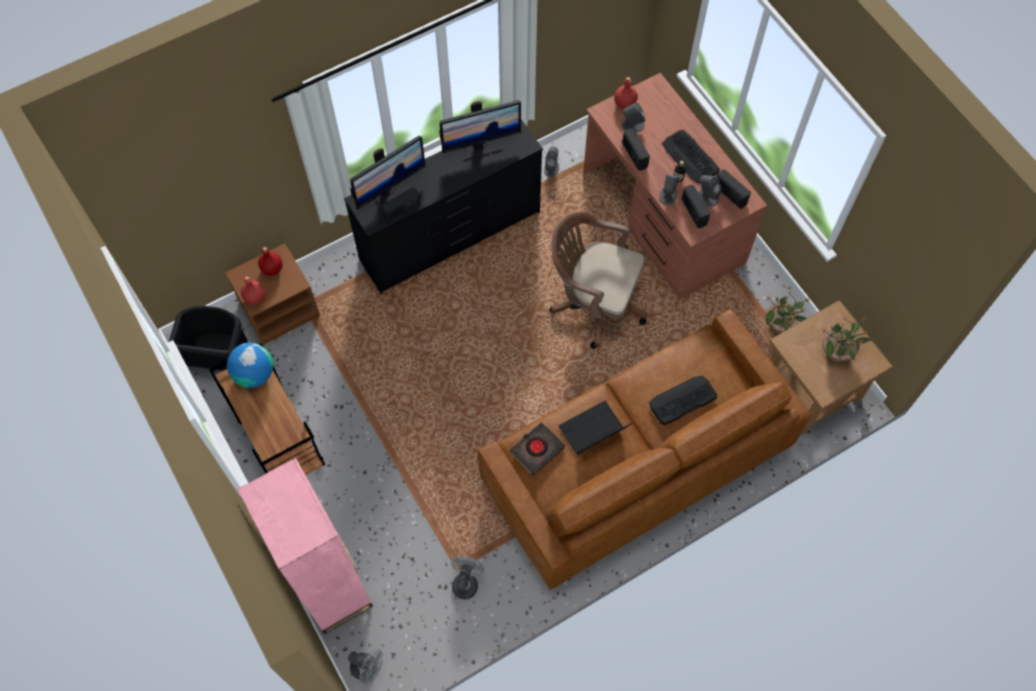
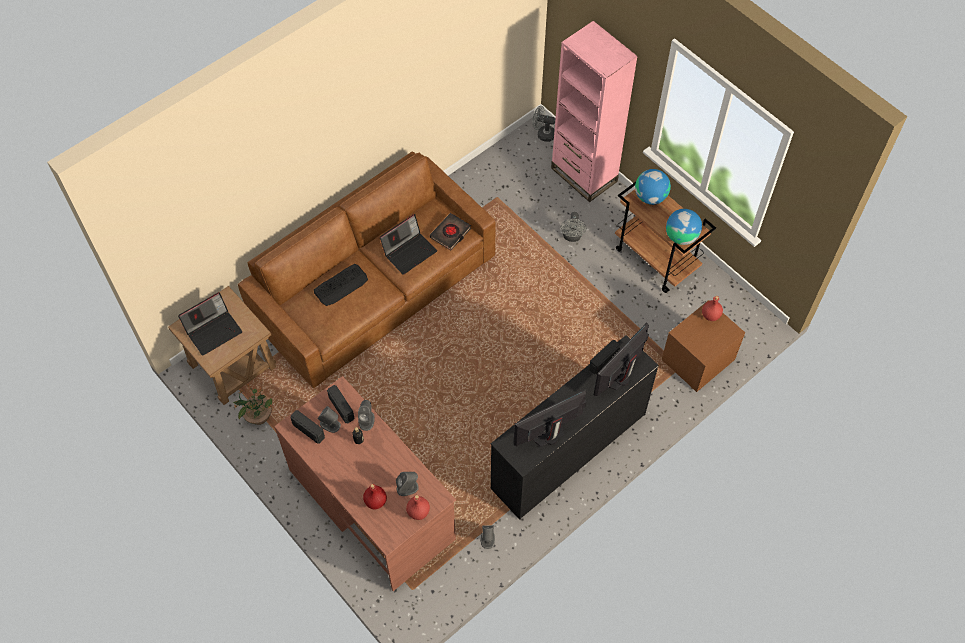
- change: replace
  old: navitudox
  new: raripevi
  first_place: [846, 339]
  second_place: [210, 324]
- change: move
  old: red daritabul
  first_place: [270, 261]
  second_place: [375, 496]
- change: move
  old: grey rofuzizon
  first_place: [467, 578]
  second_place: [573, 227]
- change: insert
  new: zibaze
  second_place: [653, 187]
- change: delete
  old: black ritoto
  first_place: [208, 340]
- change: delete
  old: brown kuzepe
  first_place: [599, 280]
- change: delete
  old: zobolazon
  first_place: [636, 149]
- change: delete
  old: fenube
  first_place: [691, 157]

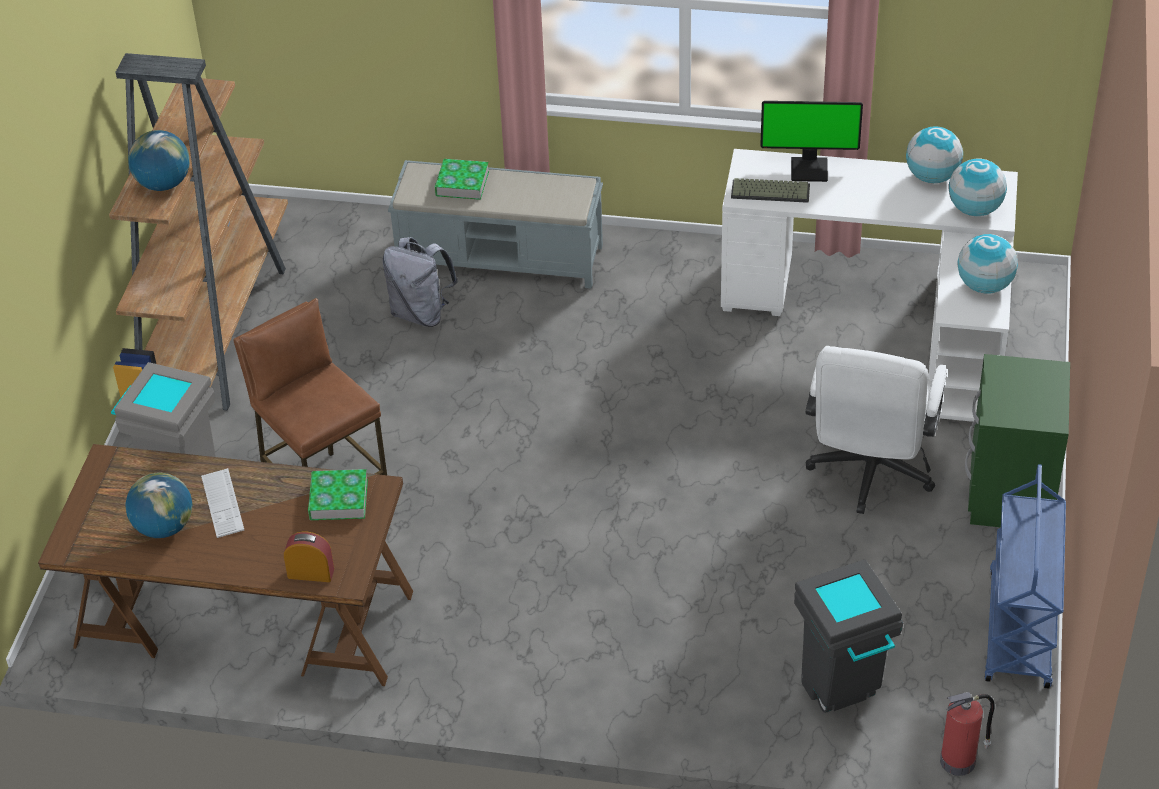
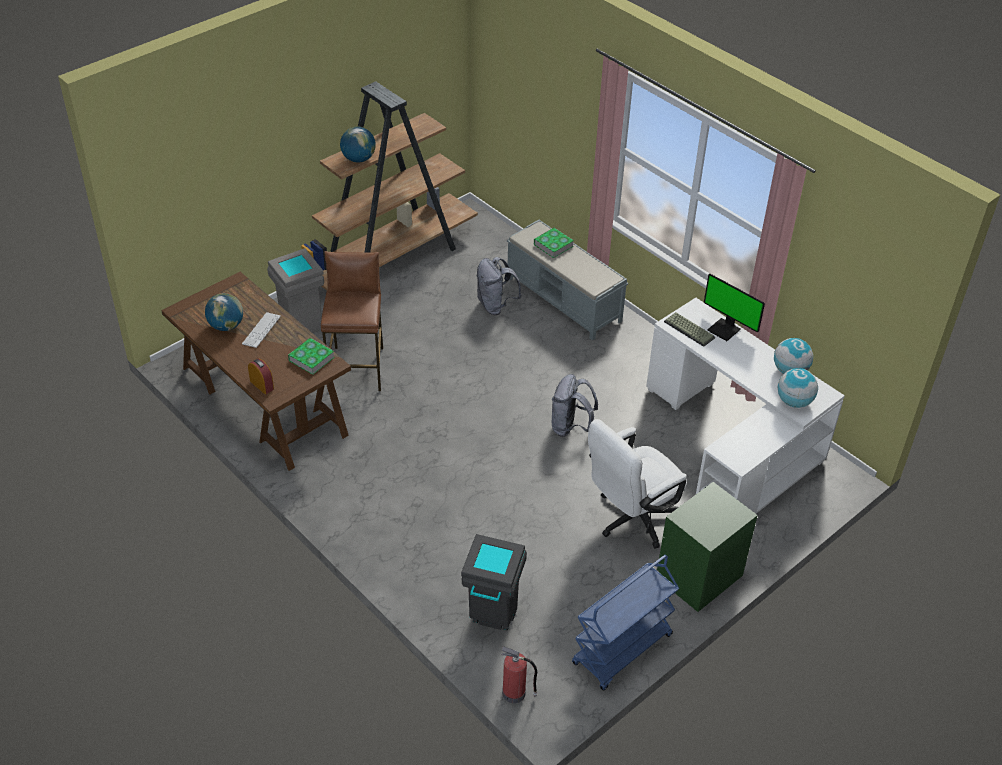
- change: insert
  new: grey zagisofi
  second_place: [575, 405]
- change: delete
  old: zibaze
  first_place: [988, 264]

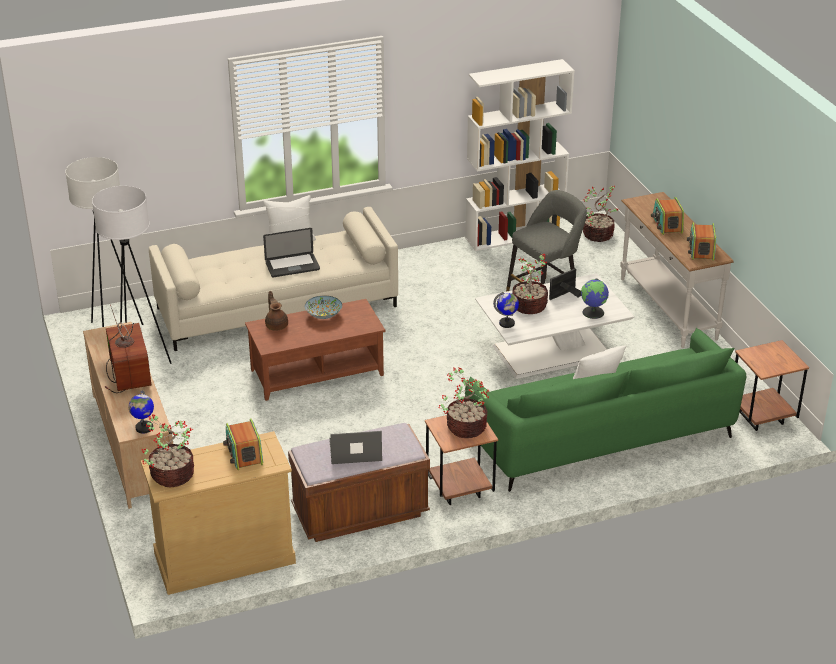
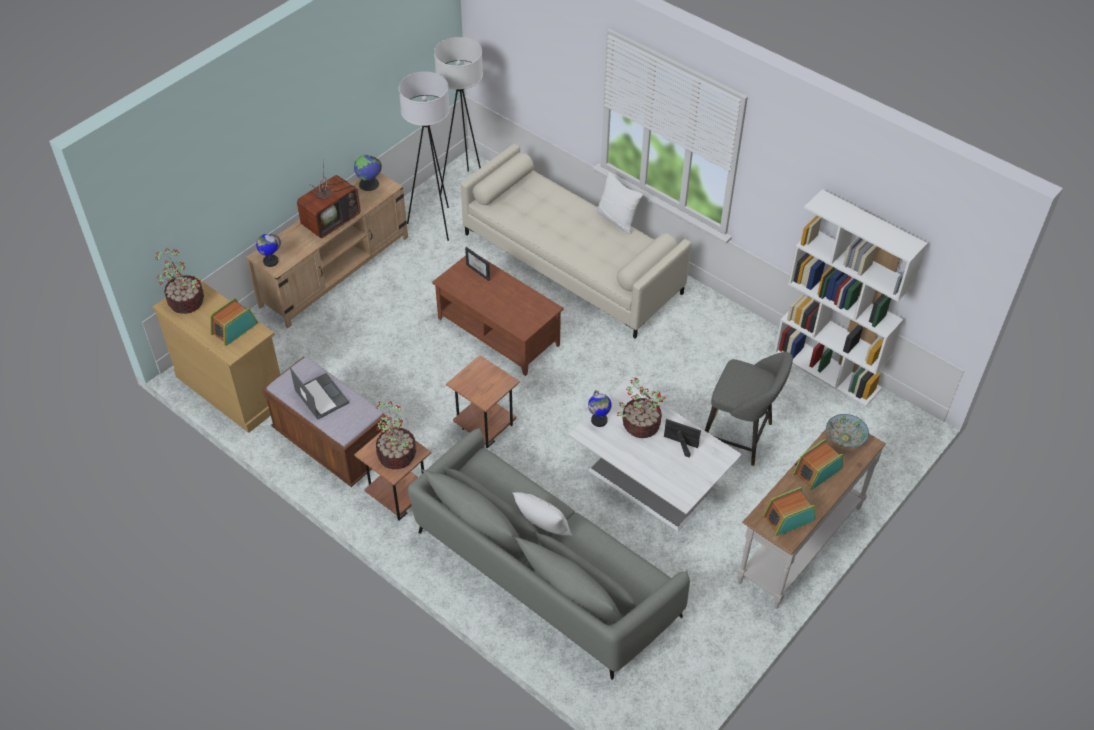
- change: move
  old: zibaze
  first_place: [595, 299]
  second_place: [368, 173]
- change: recolor
  old: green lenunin
  new: grey lenunin
  first_place: [605, 409]
  second_place: [549, 553]
- change: move
  old: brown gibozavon
  first_place: [772, 385]
  second_place: [483, 401]
- change: replace
  old: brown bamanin
  new: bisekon
  first_place: [276, 311]
  second_place: [477, 264]
- change: move
  old: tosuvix
  first_place: [323, 307]
  second_place: [847, 431]
- change: delete
  old: raripevi
  first_place: [291, 252]
- change: delete
  old: navitudox
  first_place: [601, 214]

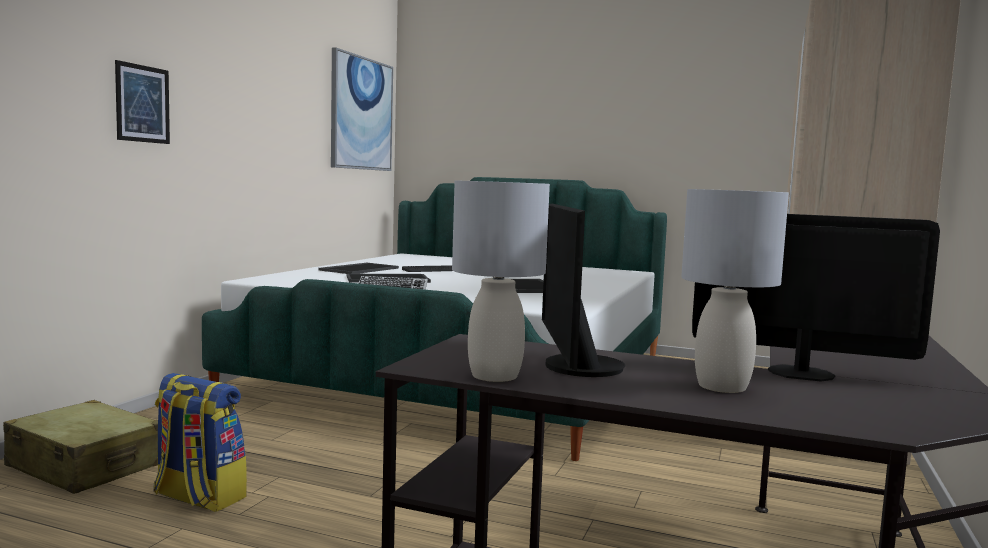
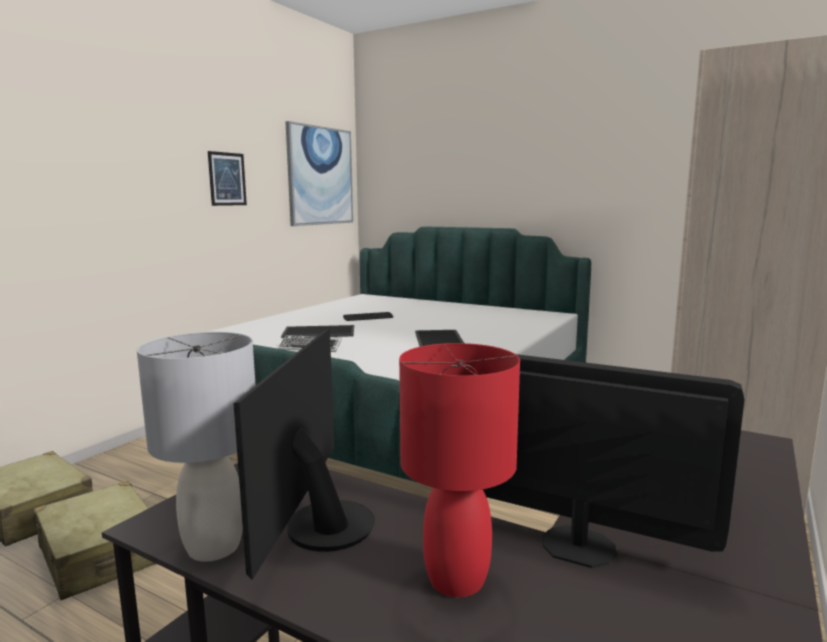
- change: replace
  old: zagisofi
  new: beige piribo
  first_place: [200, 442]
  second_place: [95, 540]
- change: move
  old: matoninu
  first_place: [142, 102]
  second_place: [227, 178]
- change: recolor
  old: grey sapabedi
  new: red sapabedi
  first_place: [735, 291]
  second_place: [459, 470]
- change: delete
  old: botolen
  first_place: [359, 268]

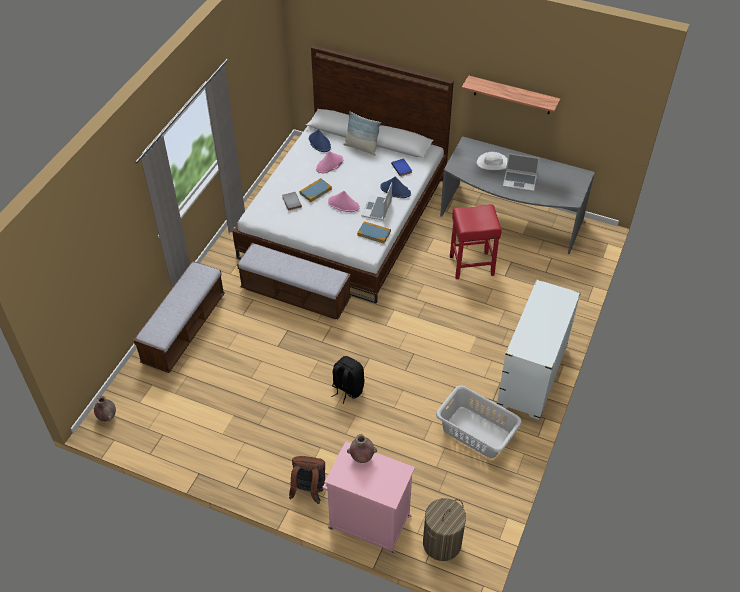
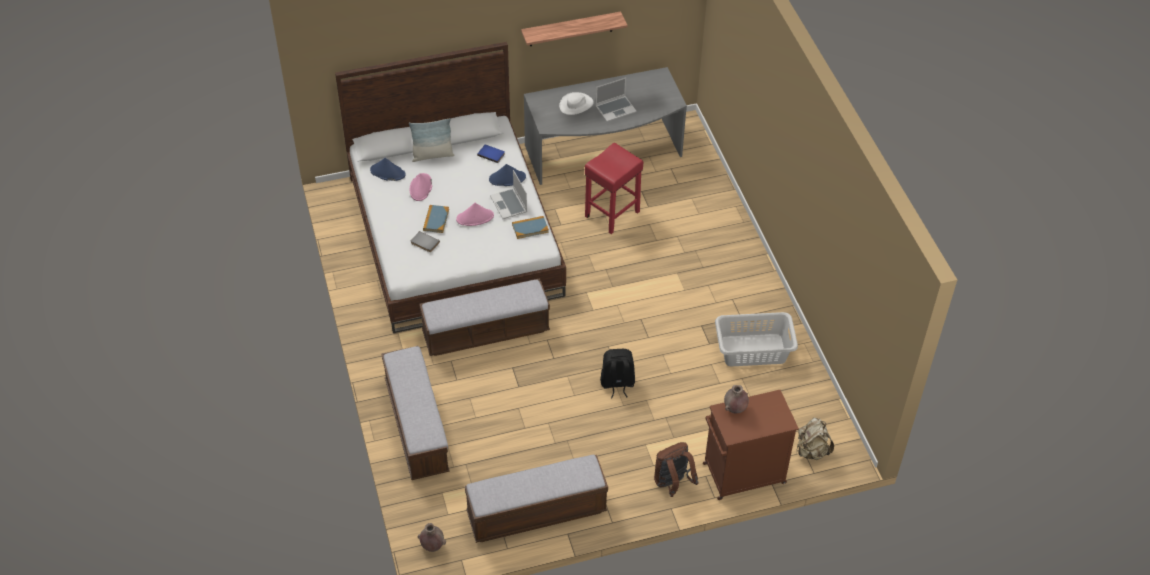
- change: insert
  new: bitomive
  second_place: [536, 498]
- change: recolor
  old: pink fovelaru
  new: brown fovelaru
  first_place: [369, 497]
  second_place: [751, 445]
- change: replace
  old: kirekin
  new: beige zagisofi
  first_place: [444, 529]
  second_place: [815, 439]
- change: delete
  old: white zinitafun
  first_place: [539, 349]

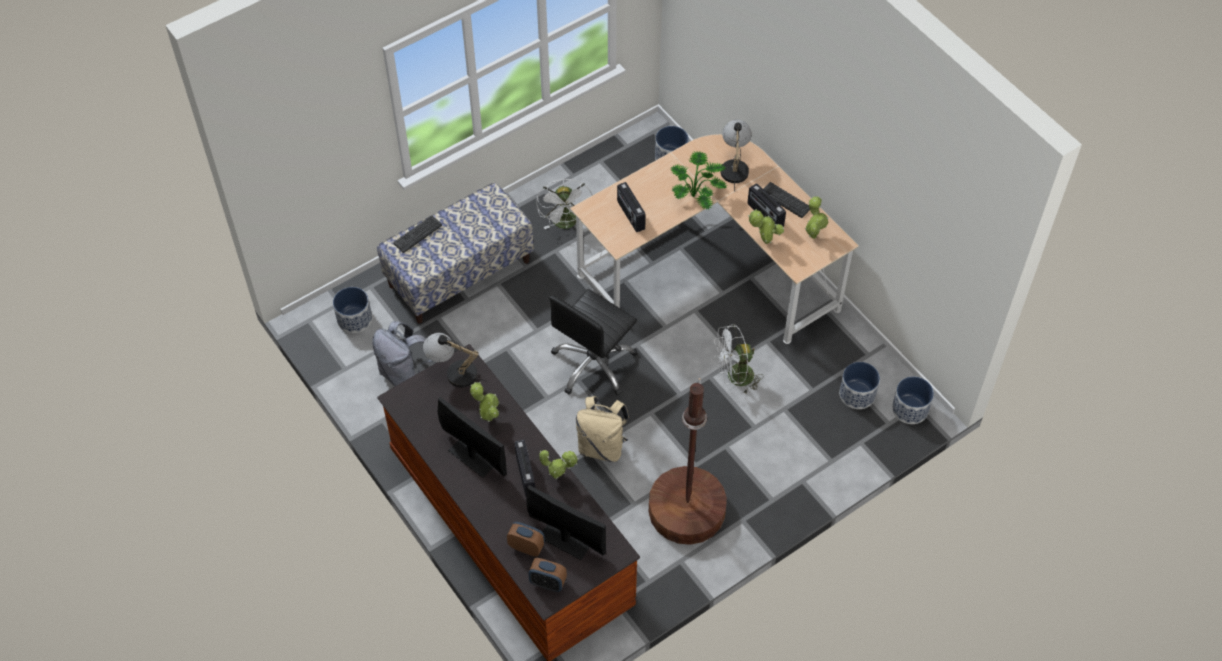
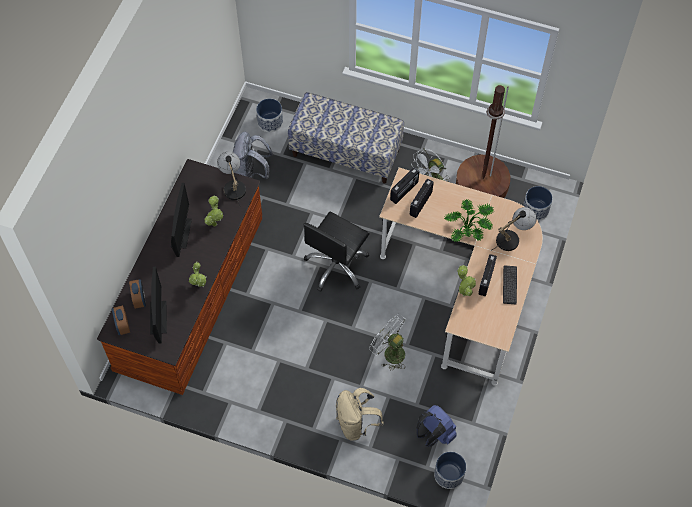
- change: rotate
  old: black kuzepe
  first_place: [593, 342]
  second_place: [336, 251]
  degrees: -60
- change: move
  old: beige zagisofi
  first_place: [602, 429]
  second_place: [360, 414]
- change: move
  old: zobolazon
  first_place: [525, 468]
  second_place: [404, 186]
- change: replace
  old: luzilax
  new: blue zagisofi
  first_place: [859, 385]
  second_place: [436, 425]
- change: move
  old: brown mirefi
  first_place: [688, 461]
  second_place: [483, 141]
- change: delete
  old: fenube
  first_place: [417, 234]
- change: delete
  old: navitudox
  first_place: [816, 217]

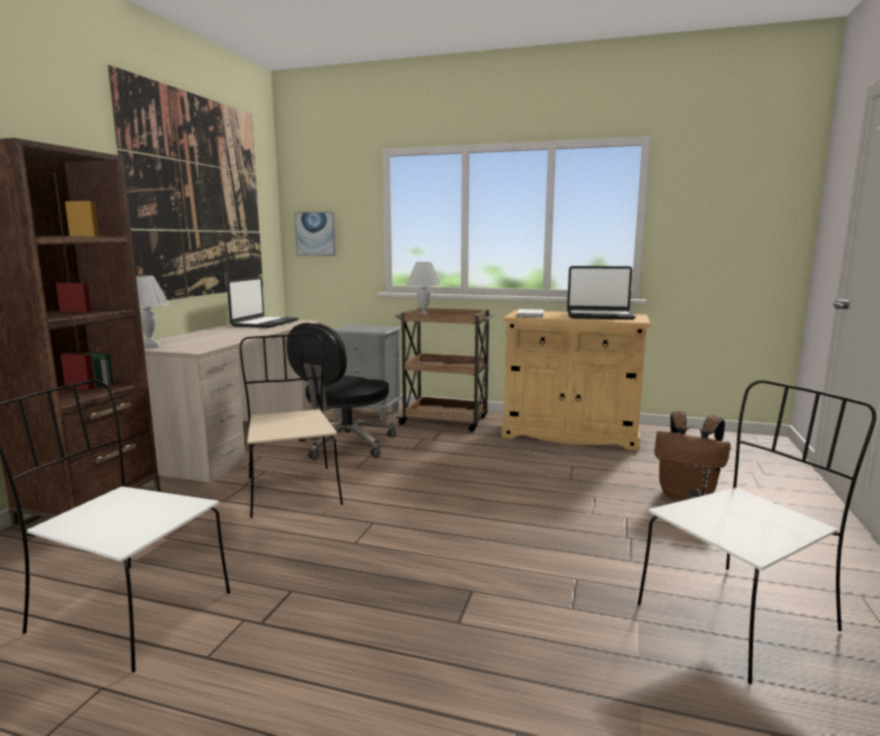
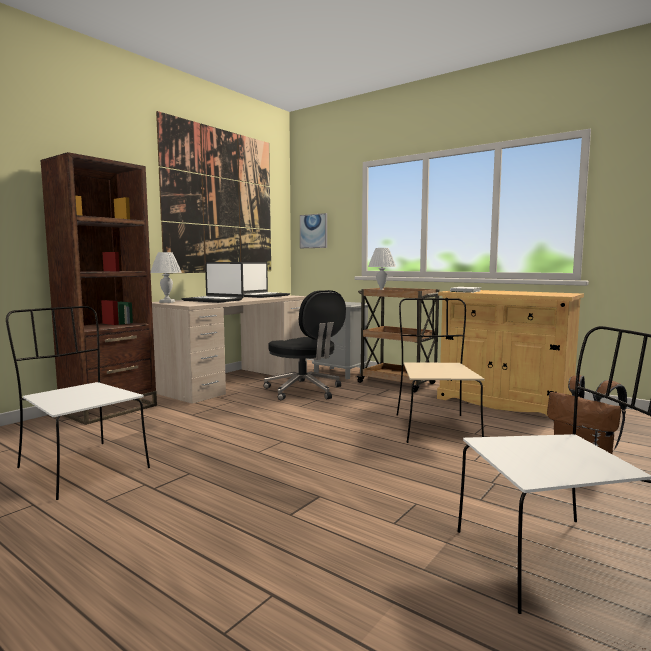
- change: move
  old: raripevi
  first_place: [601, 293]
  second_place: [212, 282]
- change: rotate
  old: black kuzepe
  first_place: [341, 391]
  second_place: [305, 345]
  degrees: -90
- change: move
  old: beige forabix
  first_place: [291, 426]
  second_place: [440, 370]

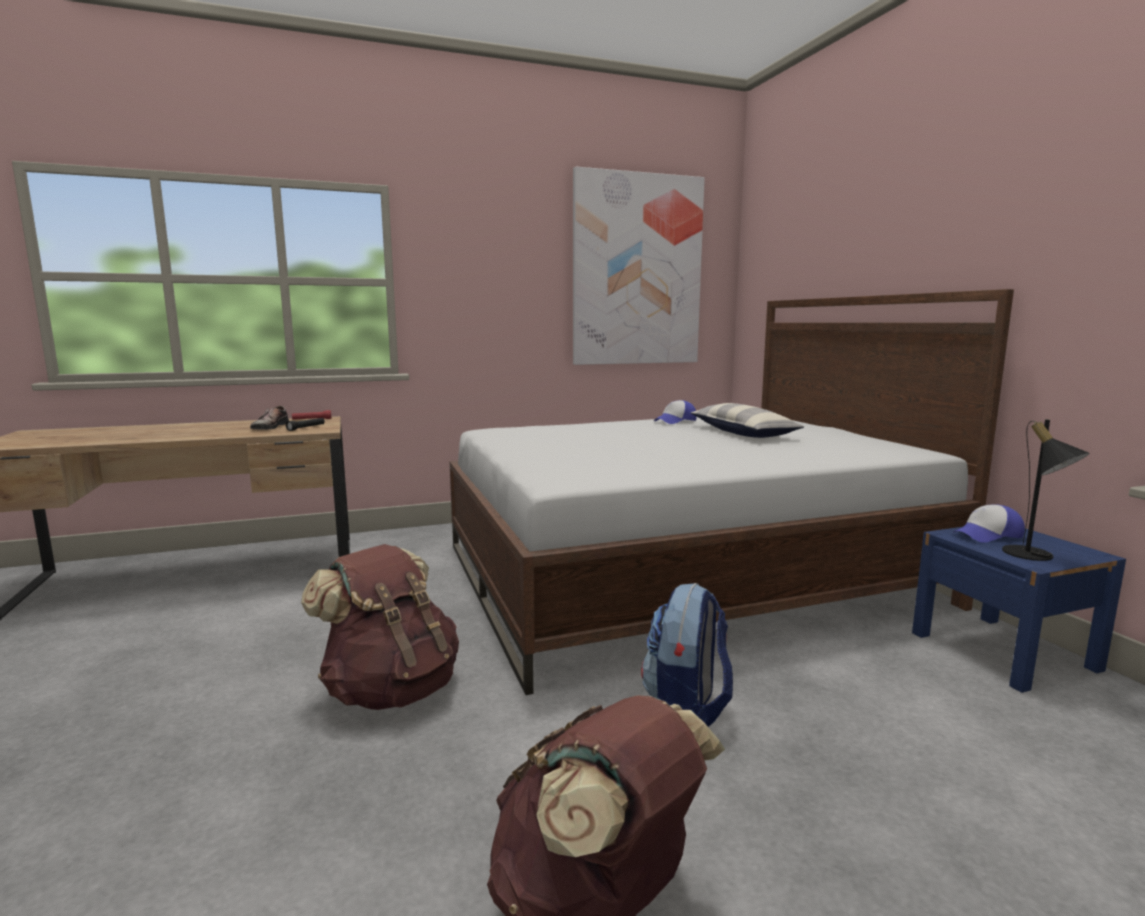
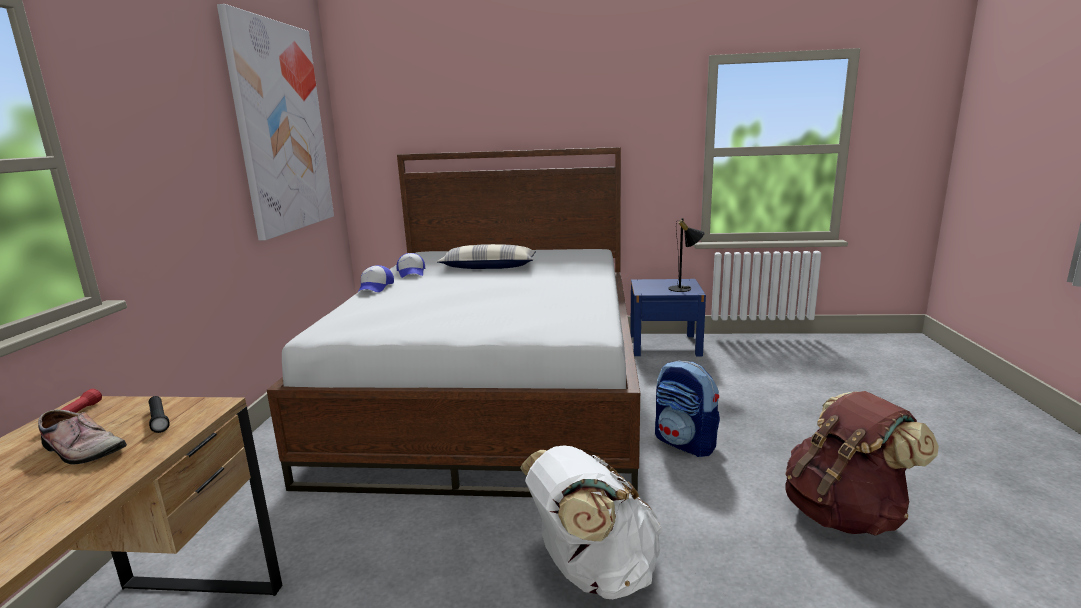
- change: move
  old: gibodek
  first_place: [988, 524]
  second_place: [376, 278]
- change: recolor
  old: brown zagisofi
  new: white zagisofi
  first_place: [380, 627]
  second_place: [591, 522]

